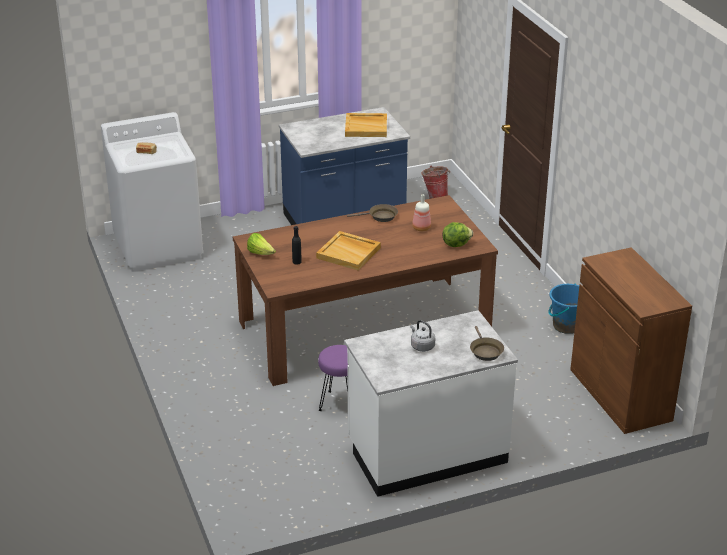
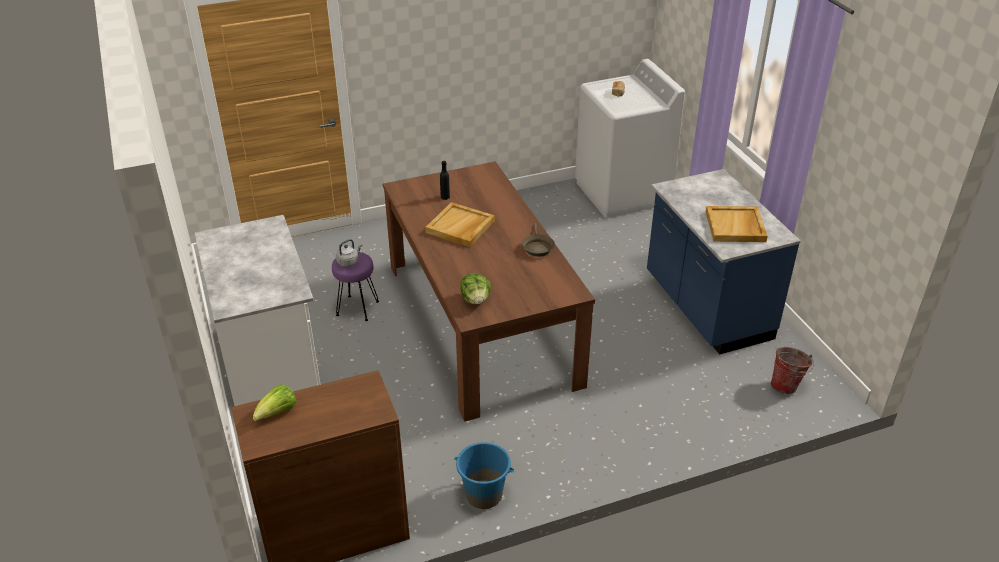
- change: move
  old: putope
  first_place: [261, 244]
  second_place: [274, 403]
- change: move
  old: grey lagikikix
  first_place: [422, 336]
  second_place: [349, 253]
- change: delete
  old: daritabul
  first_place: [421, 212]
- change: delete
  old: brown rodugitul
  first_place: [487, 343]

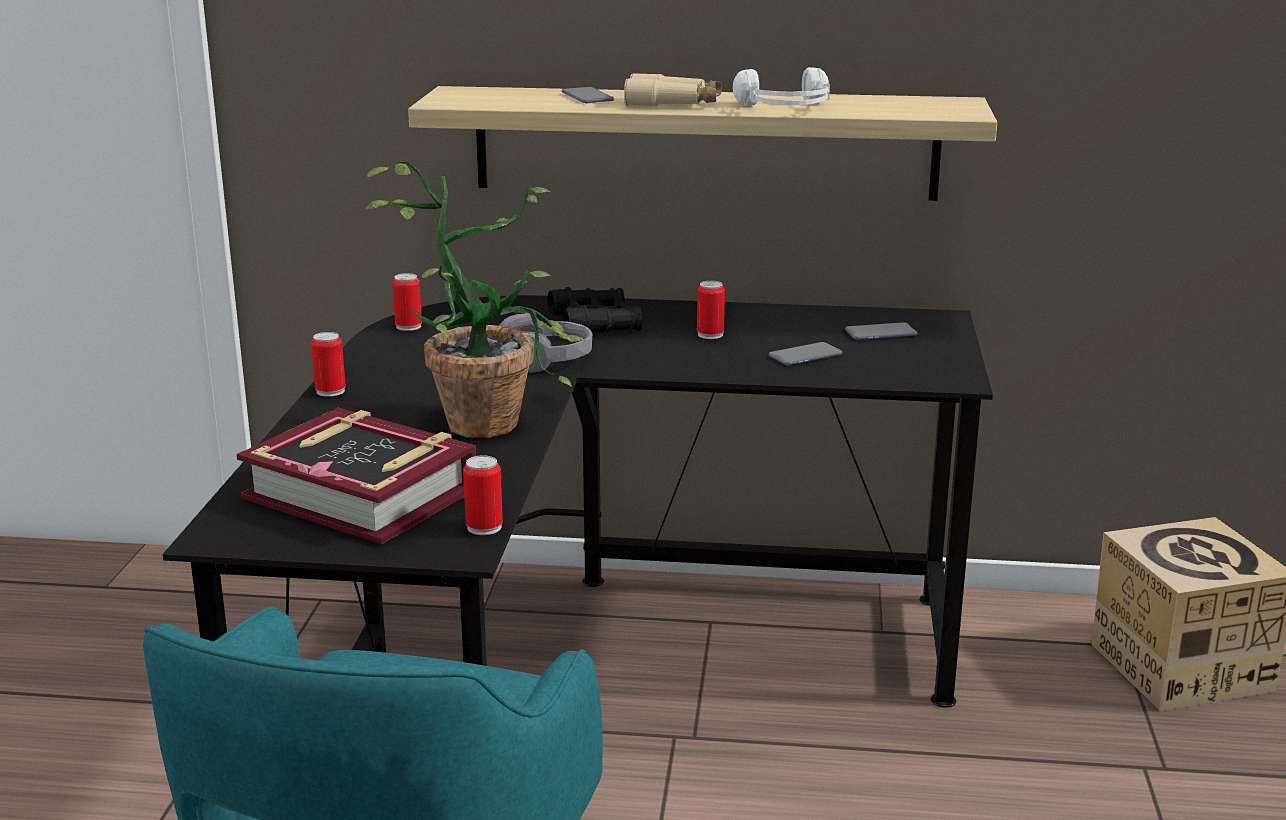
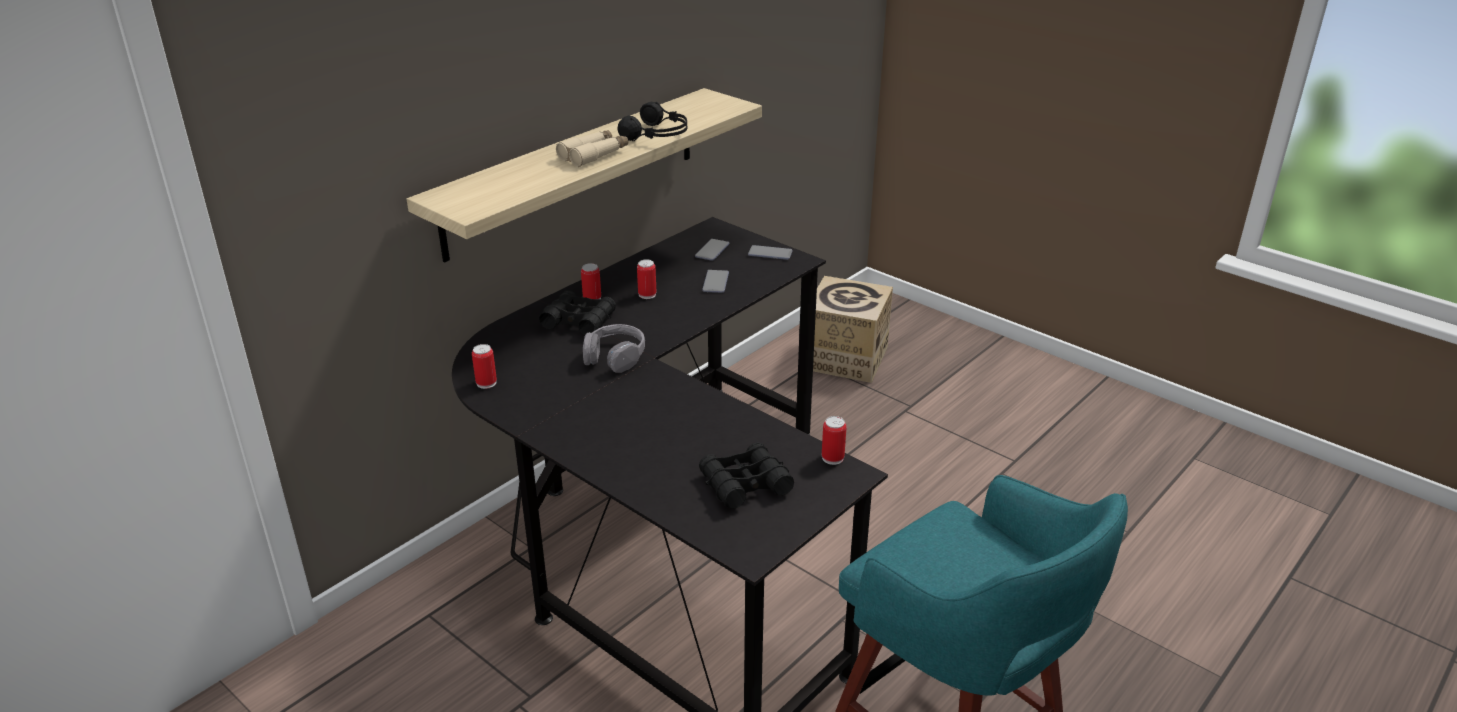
- change: move
  old: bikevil
  first_place: [328, 364]
  second_place: [591, 281]
- change: recolor
  old: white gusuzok
  new: black gusuzok
  first_place: [781, 87]
  second_place: [652, 122]
- change: replace
  old: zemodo
  new: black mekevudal
  first_place: [356, 476]
  second_place: [746, 475]
- change: move
  old: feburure
  first_place: [588, 95]
  second_place: [770, 252]
- change: delete
  old: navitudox
  first_place: [474, 299]

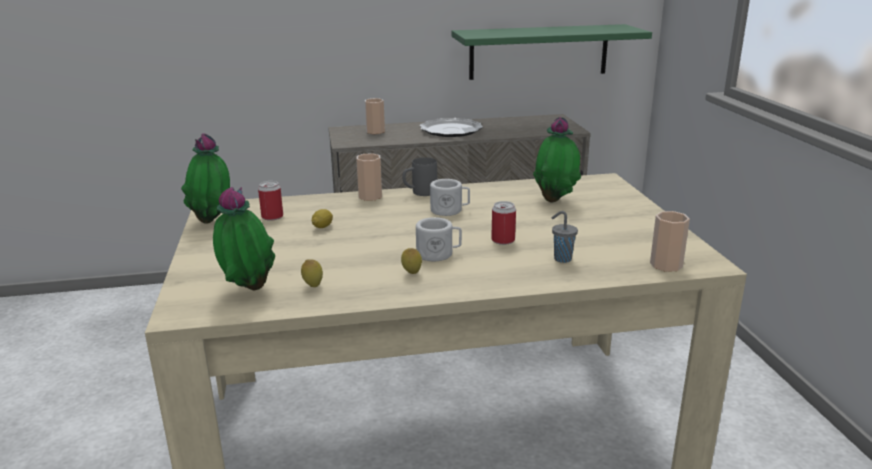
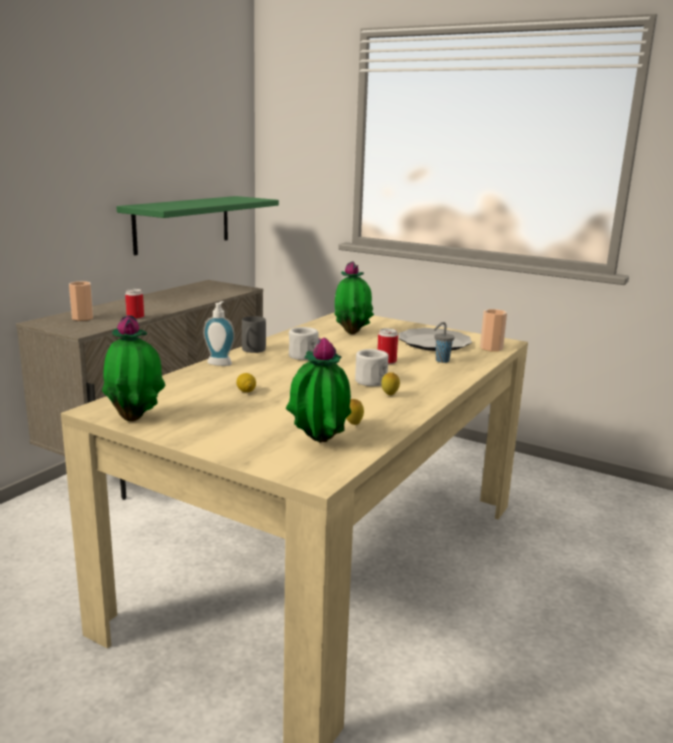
- change: move
  old: bikevil
  first_place: [270, 201]
  second_place: [134, 304]
- change: replace
  old: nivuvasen
  new: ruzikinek
  first_place: [369, 177]
  second_place: [219, 333]
- change: move
  old: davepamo
  first_place: [451, 127]
  second_place: [435, 339]

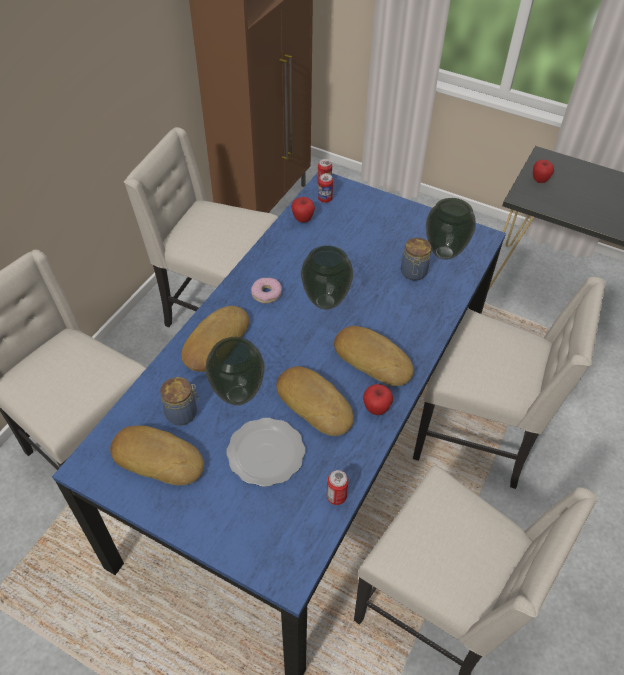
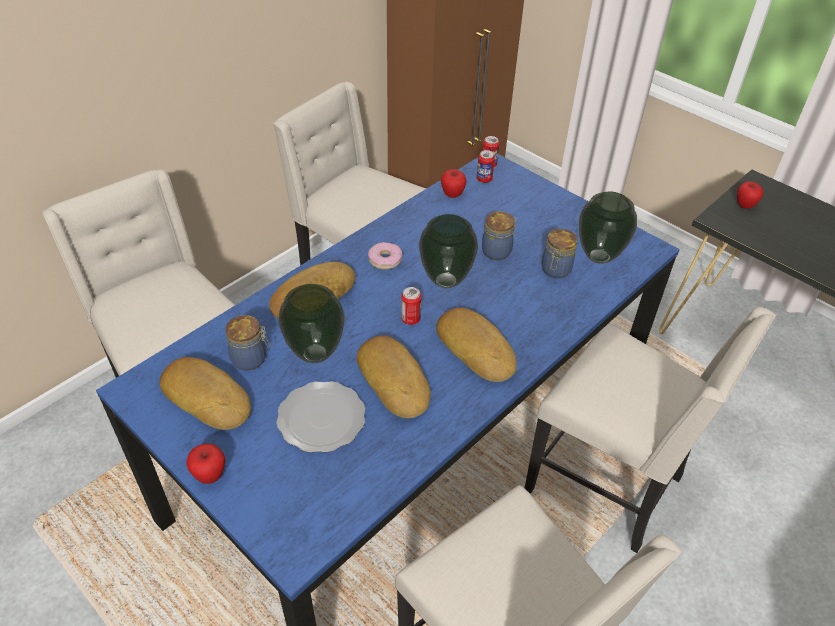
- change: move
  old: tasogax
  first_place: [378, 399]
  second_place: [206, 464]
- change: move
  old: bikevil
  first_place: [338, 487]
  second_place: [411, 306]
- change: insert
  new: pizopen
  second_place: [499, 235]

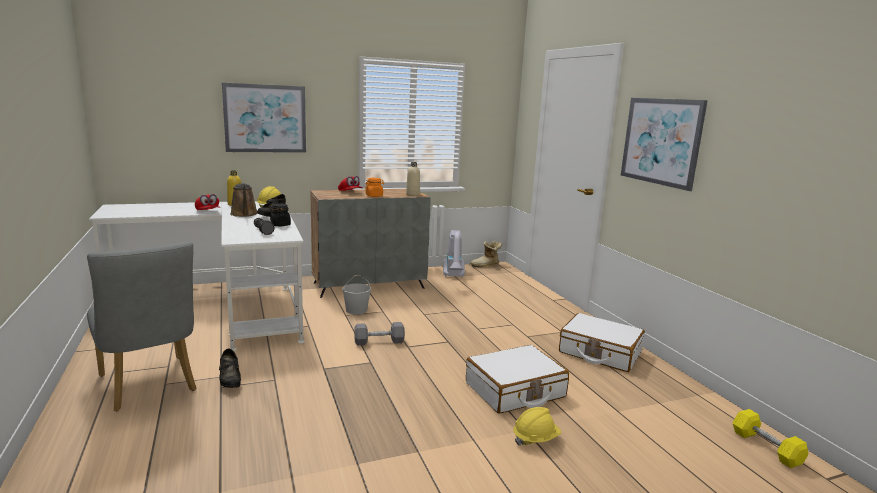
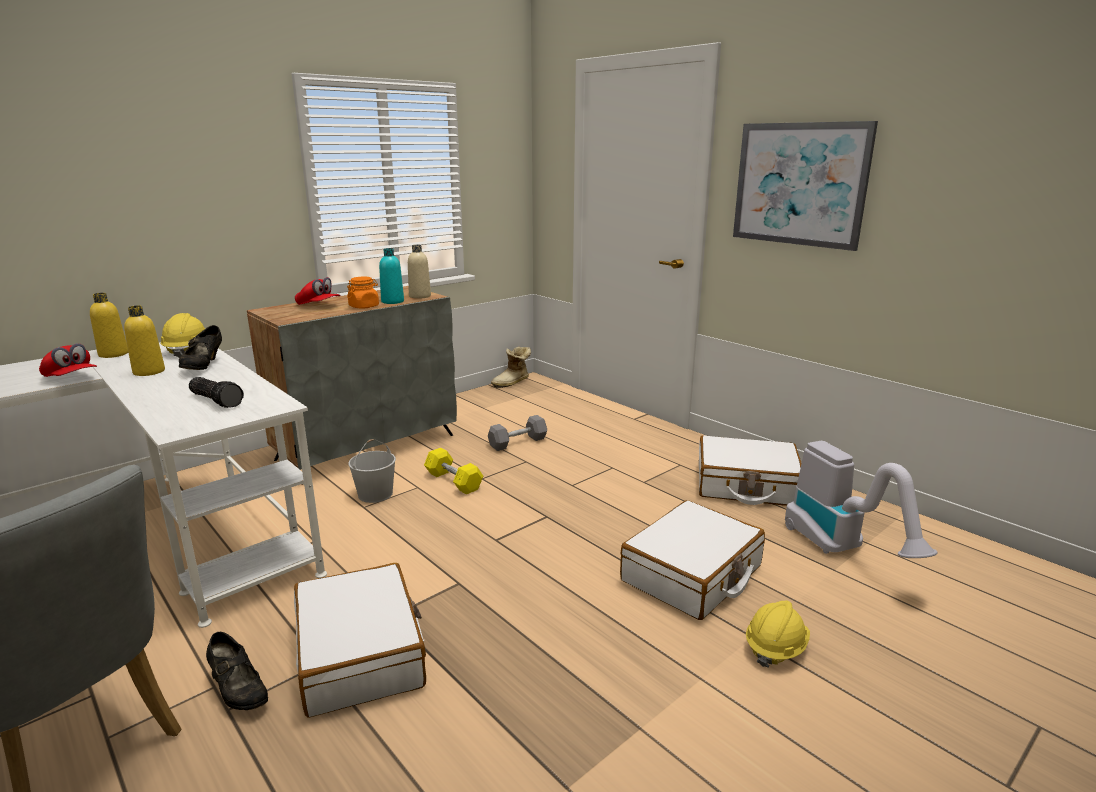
- change: replace
  old: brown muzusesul
  new: yellow daritabul
  first_place: [243, 200]
  second_place: [144, 341]
- change: insert
  new: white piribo
  second_place: [360, 640]
- change: insert
  new: turquoise daritabul
  second_place: [391, 276]
- change: move
  old: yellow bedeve
  first_place: [770, 438]
  second_place: [453, 471]
- change: move
  old: grey bedeve
  first_place: [379, 333]
  second_place: [517, 433]
- change: move
  old: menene
  first_place: [454, 254]
  second_place: [861, 499]
- change: delete
  old: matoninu
  first_place: [264, 118]
- change: delete
  old: black pizopen
  first_place: [280, 214]

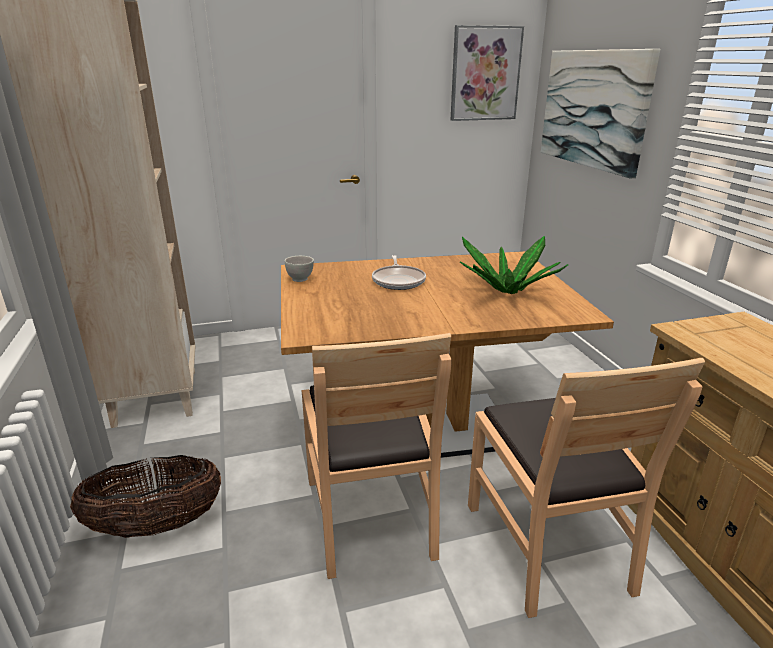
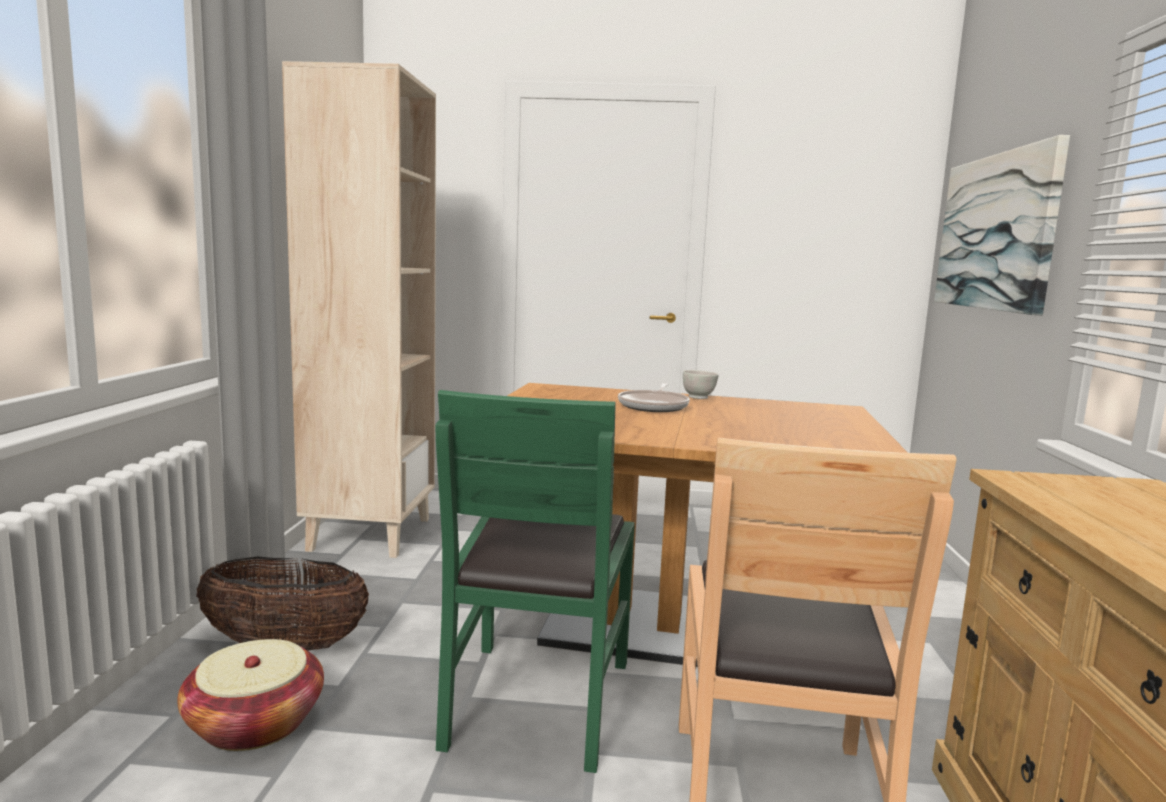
- change: insert
  new: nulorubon
  second_place: [250, 695]
- change: recolor
  old: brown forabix
  new: green forabix
  first_place: [377, 456]
  second_place: [535, 581]
- change: move
  old: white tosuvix
  first_place: [299, 269]
  second_place: [701, 384]
- change: delete
  old: matoninu
  first_place: [487, 73]
- change: delete
  old: navitudox
  first_place: [514, 265]

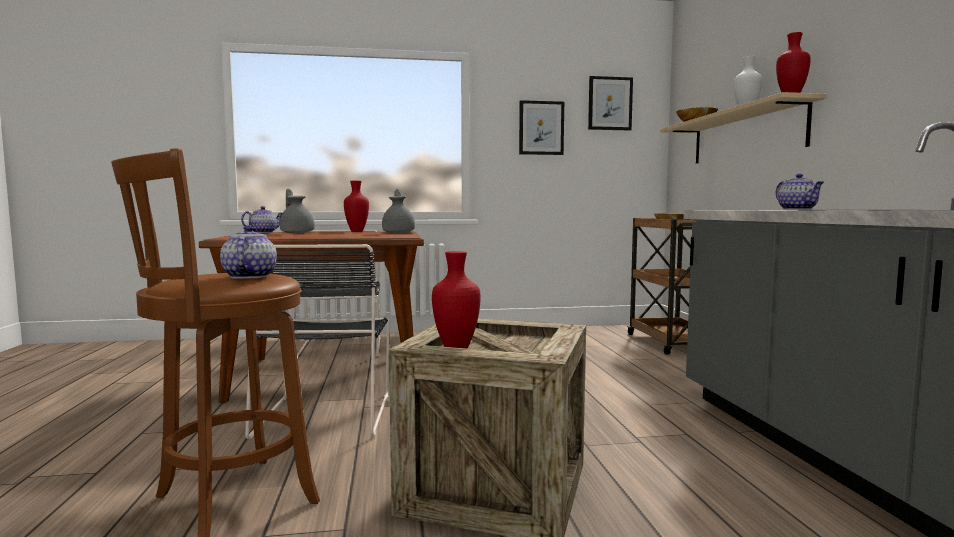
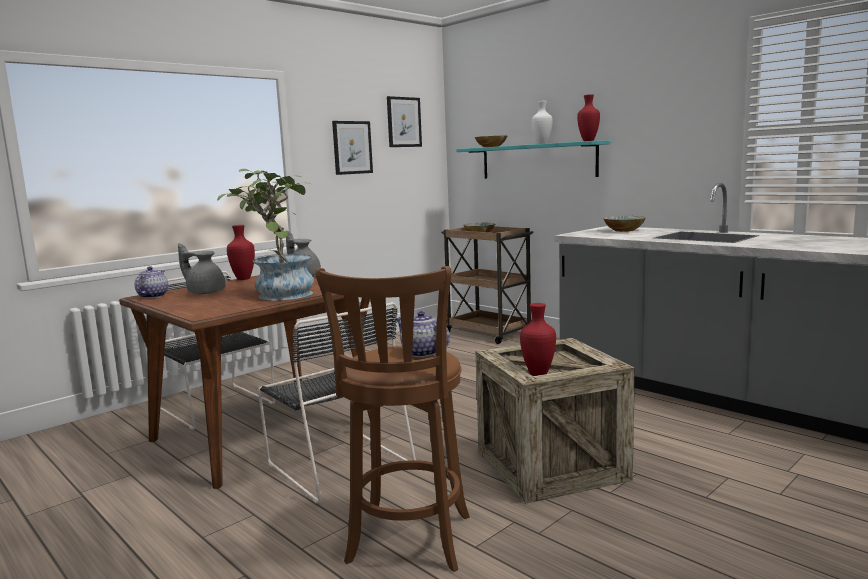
- change: insert
  new: navitudox
  second_place: [265, 235]
- change: recolor
  old: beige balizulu
  new: turquoise balizulu
  first_place: [743, 127]
  second_place: [533, 160]
- change: replace
  old: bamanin
  new: tosuvix
  first_place: [800, 192]
  second_place: [624, 224]

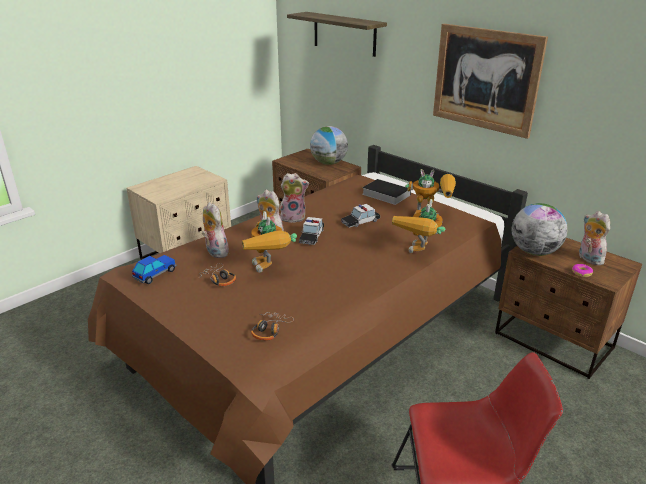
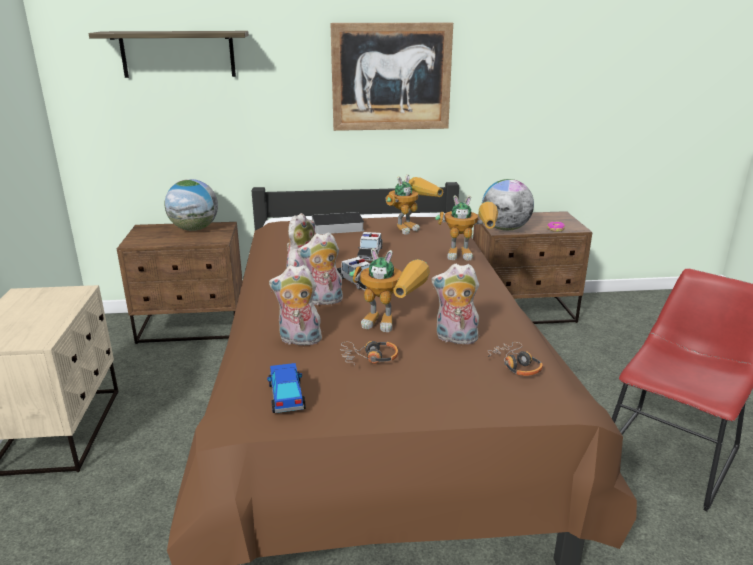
- change: move
  old: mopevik
  first_place: [594, 238]
  second_place: [455, 304]
- change: rotate
  old: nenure
  first_place: [418, 226]
  second_place: [466, 227]
  degrees: -60

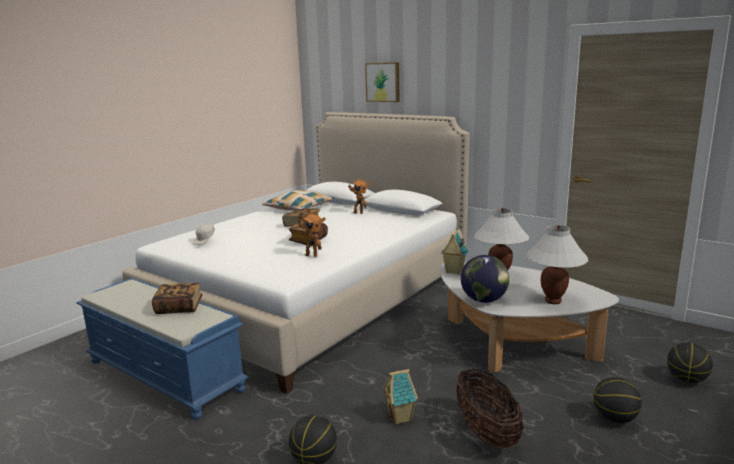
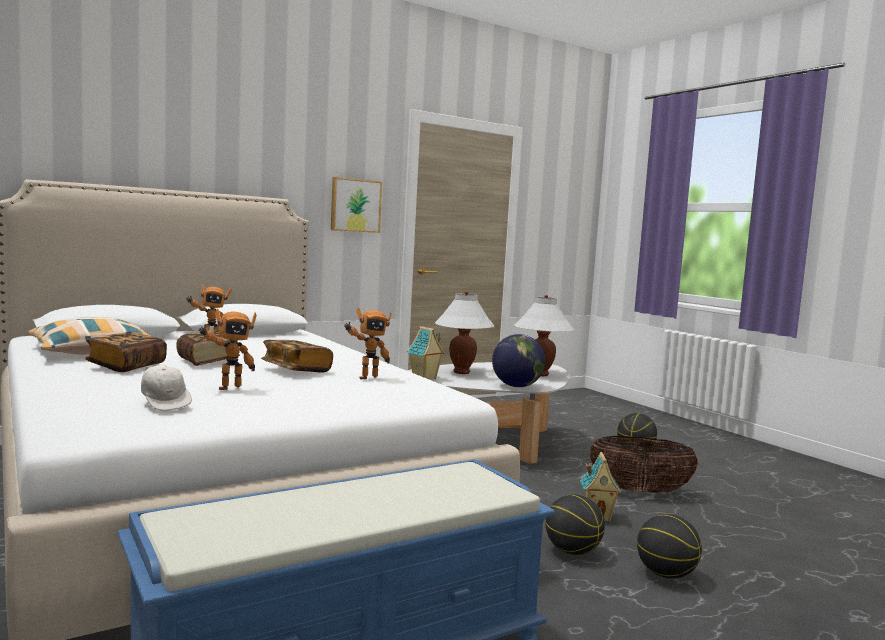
- change: move
  old: zemodo
  first_place: [177, 298]
  second_place: [126, 352]
- change: insert
  new: nenure
  second_place: [227, 349]
- change: move
  old: matoninu
  first_place: [382, 82]
  second_place: [356, 205]
- change: move
  old: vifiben
  first_place: [690, 362]
  second_place: [575, 524]

